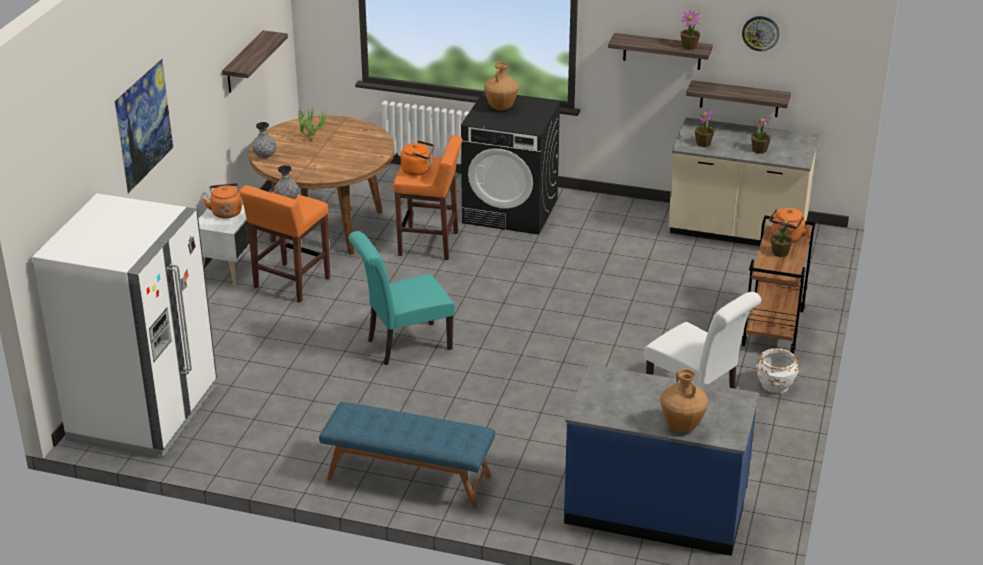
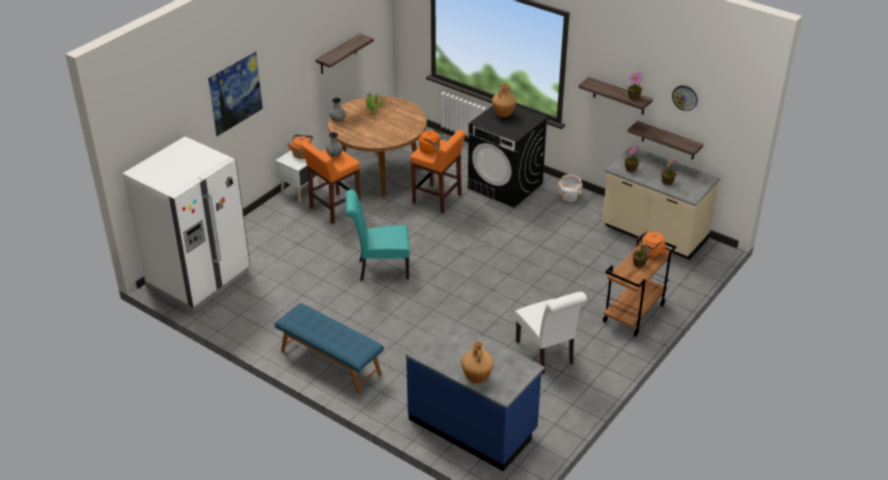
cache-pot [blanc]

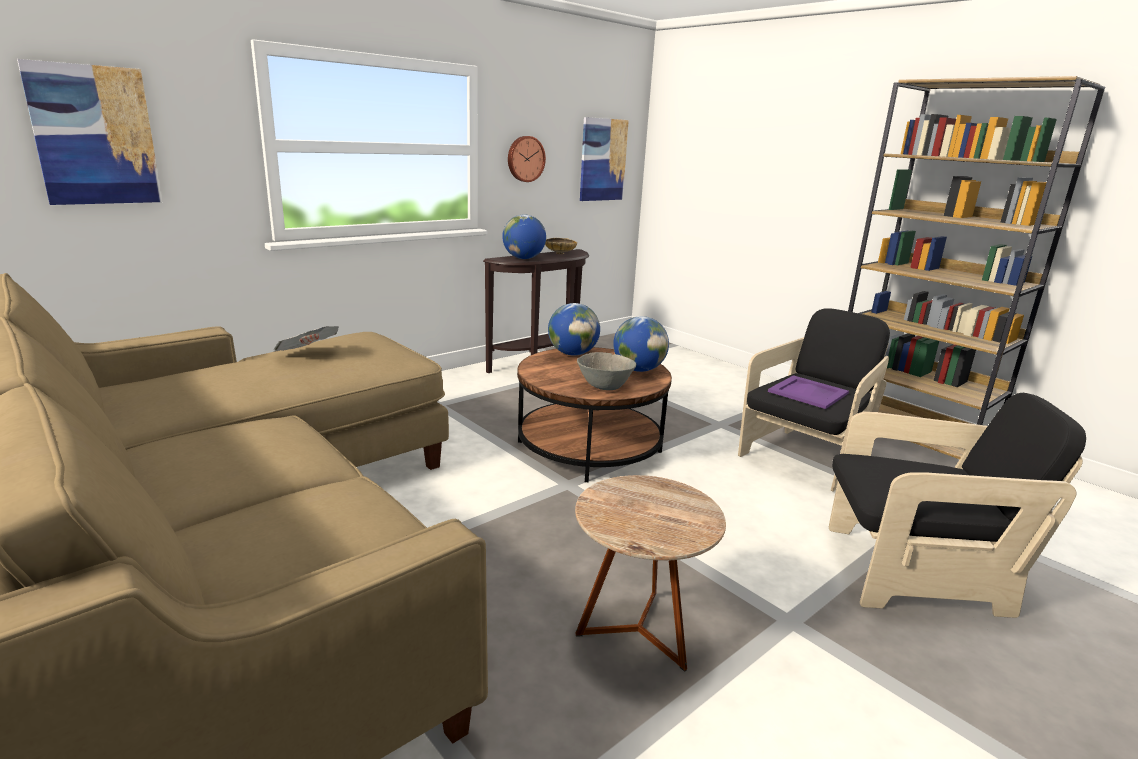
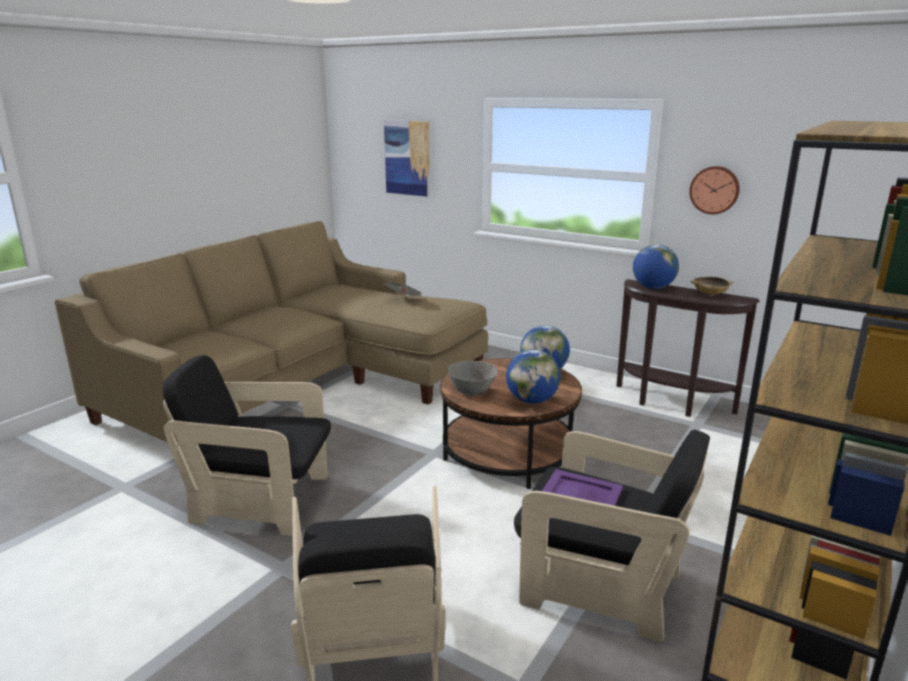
fauteuil [noir] (no. 1 from left)
tableau (no. 2 from left in the first image)

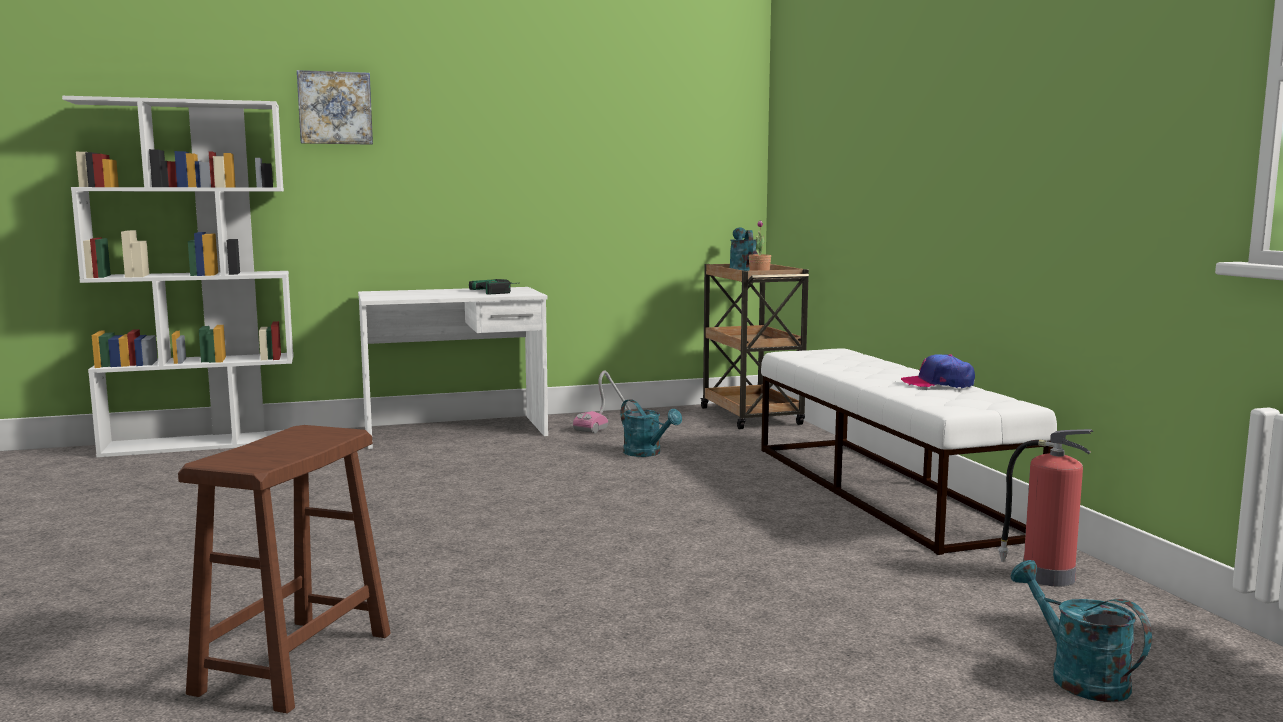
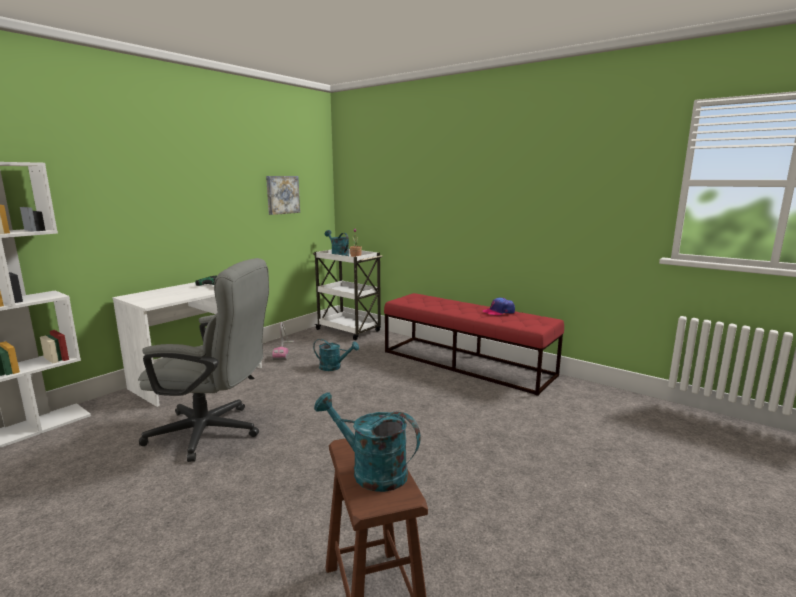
tableau
chariot [blanc]
banc [rouge]
extincteur
arrosoir [turquoise] (no. 3 from left)
chaise de bureau [gris]

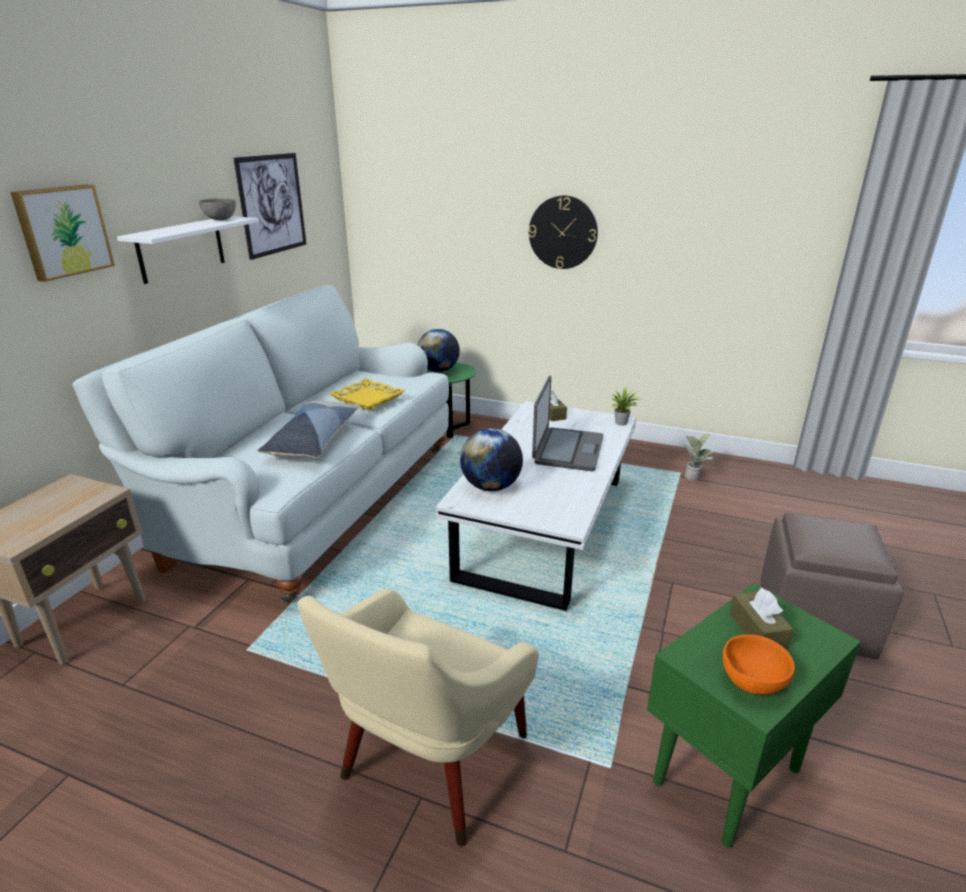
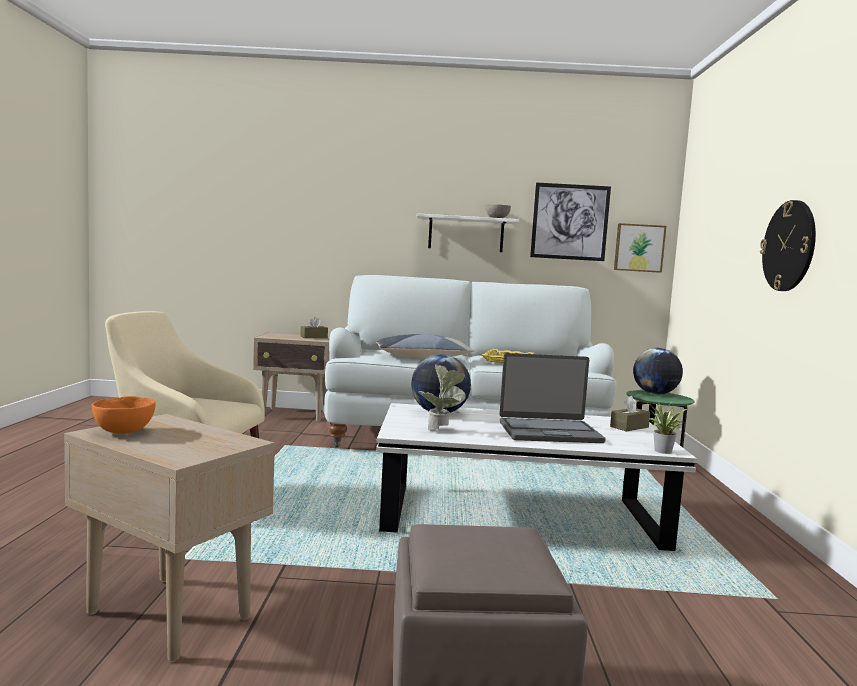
tableau (no. 2 from left)
table d'appoint [beige] (no. 1 from left)
plante en pot (no. 1 from left)
boîte à mouchoirs [marron] (no. 1 from left)

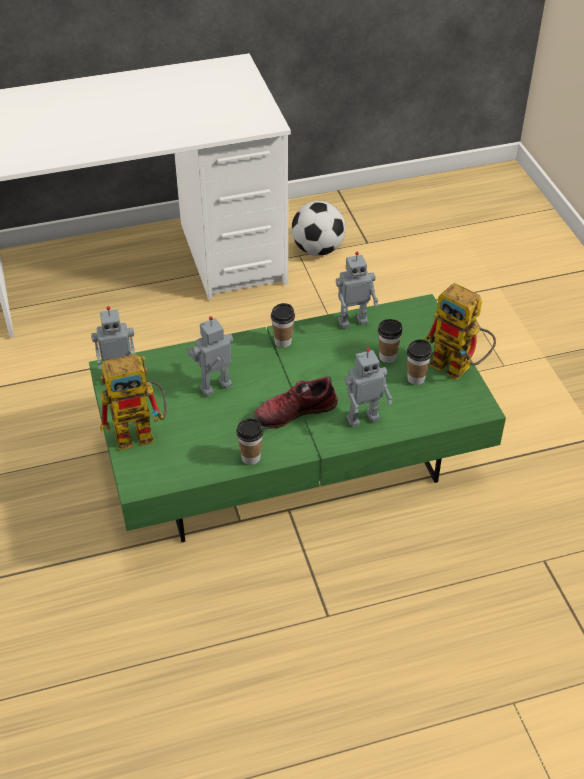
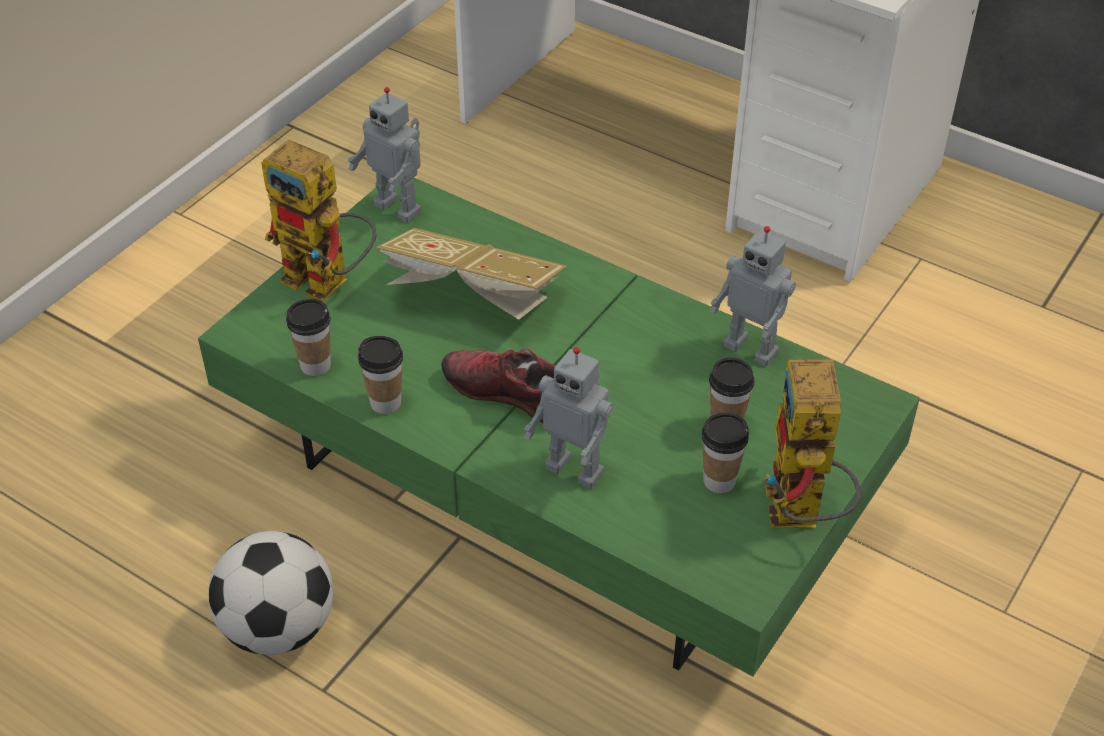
livre
tasse (no. 1 from left)
ballon de foot

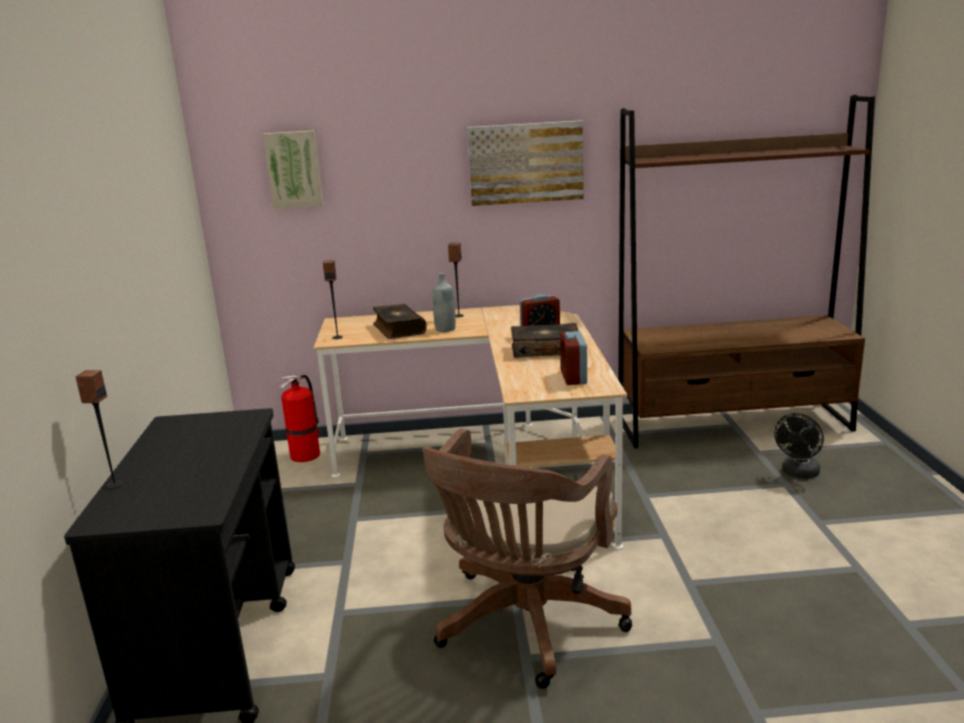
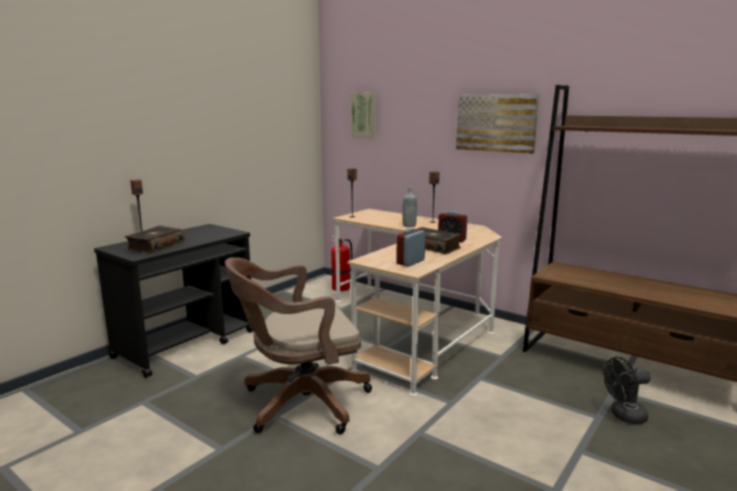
livre (no. 1 from left)

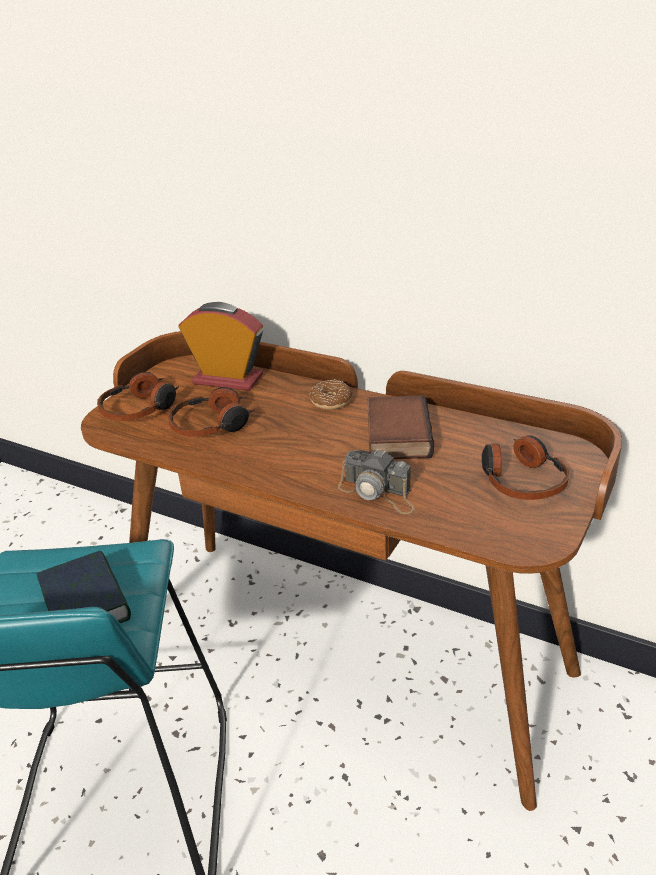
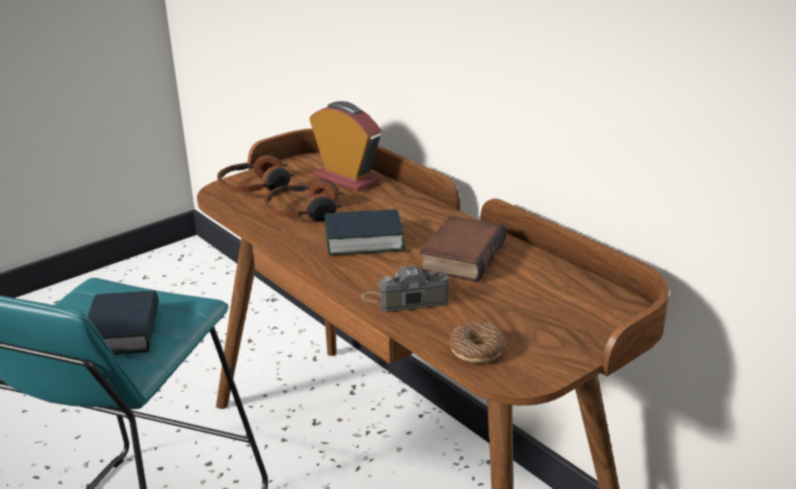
beignet
appareil photo
casque audio (no. 3 from left in the first image)
livre (no. 2 from left)

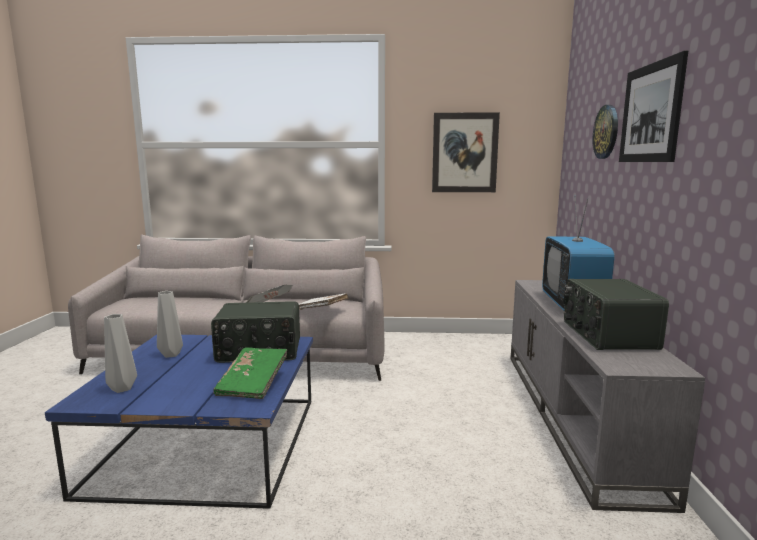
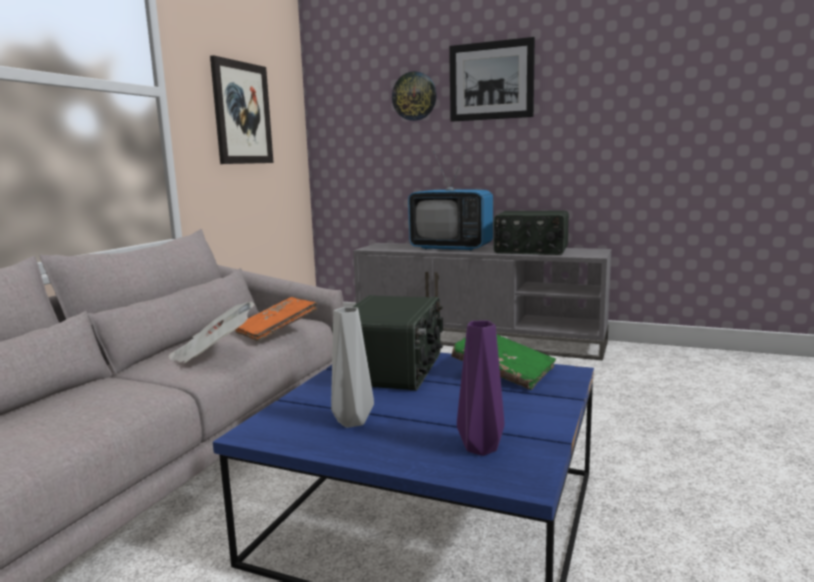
vase [violet]
livre [orange]

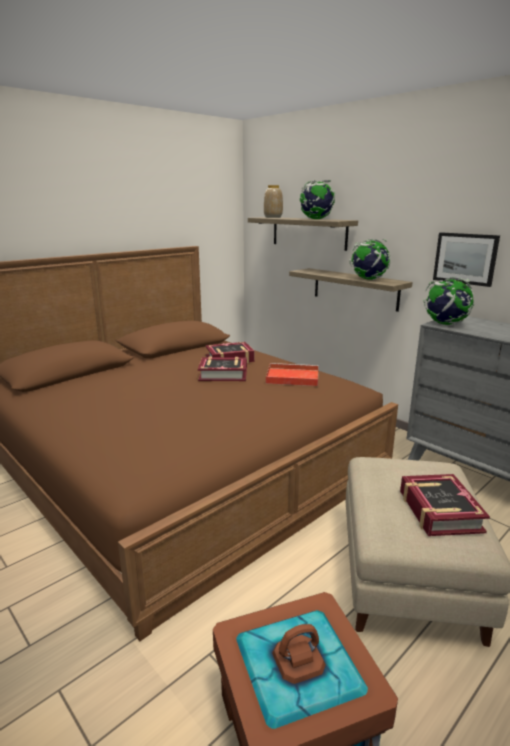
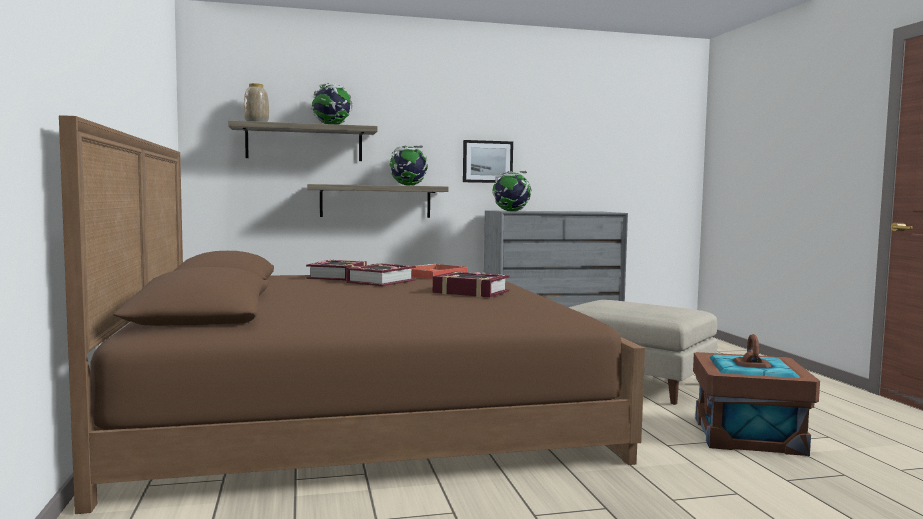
livre (no. 3 from left)

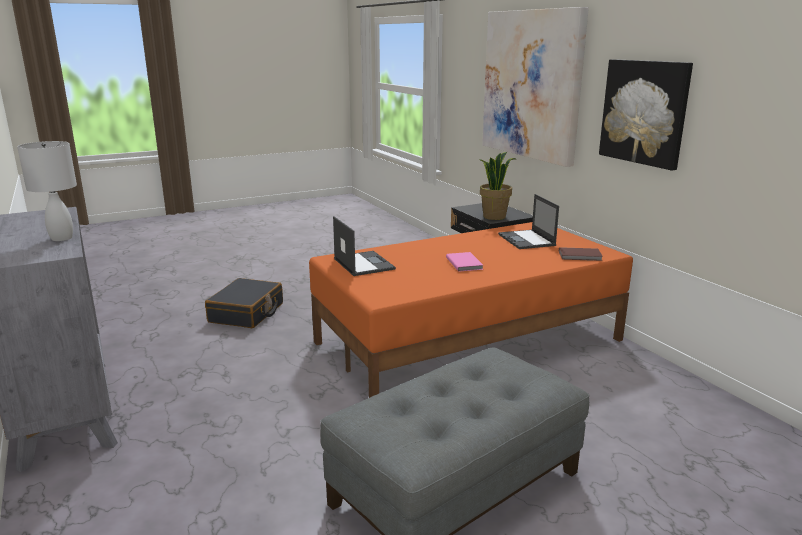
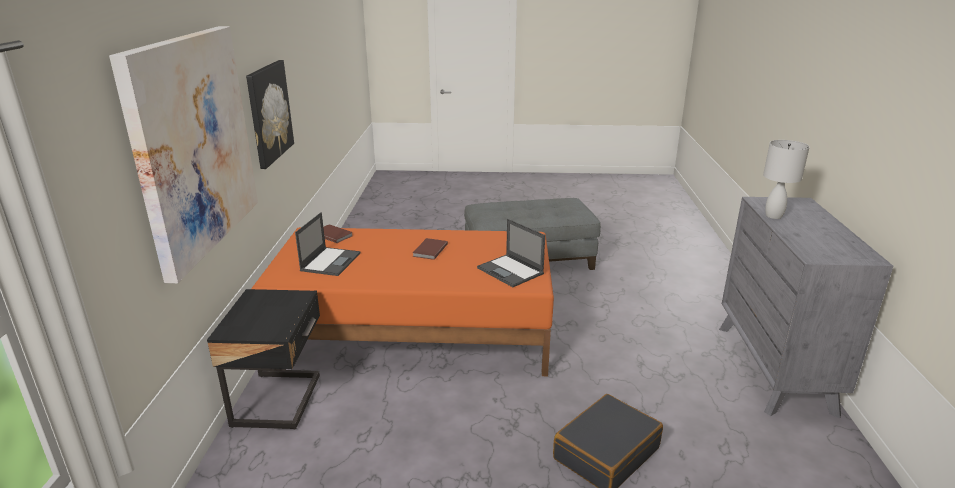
ordinateur portable (no. 2 from left)
livre [marron] (no. 2 from left)
plante en pot

